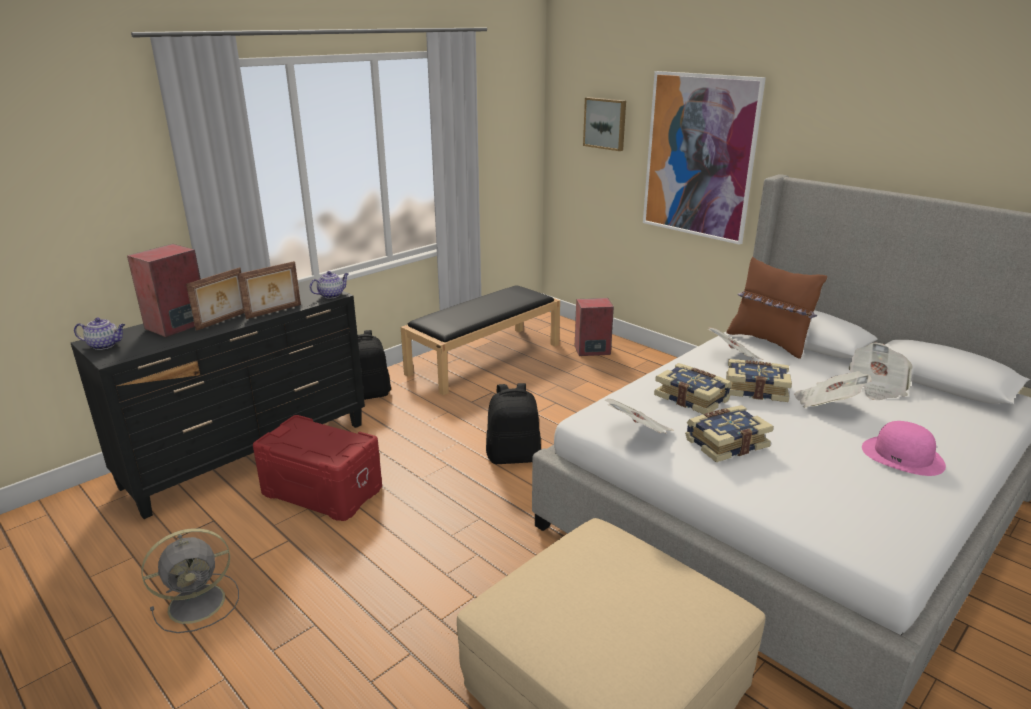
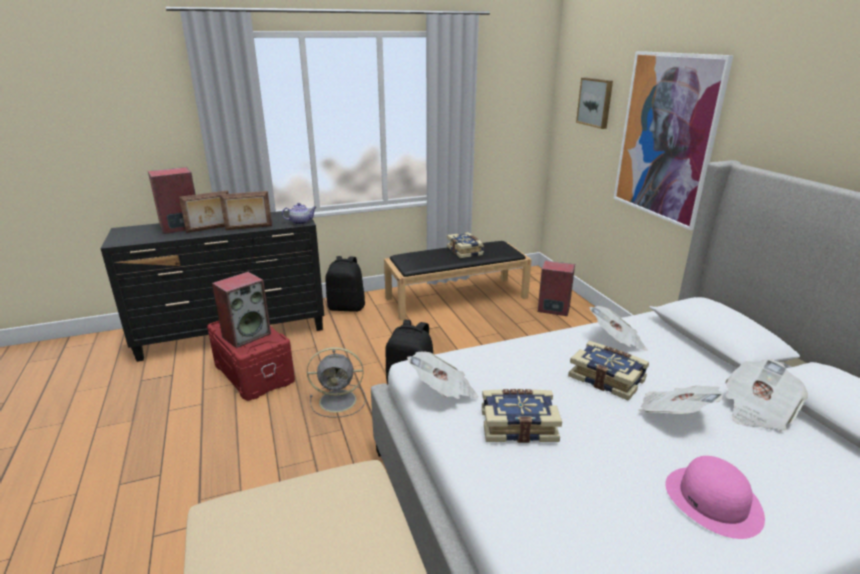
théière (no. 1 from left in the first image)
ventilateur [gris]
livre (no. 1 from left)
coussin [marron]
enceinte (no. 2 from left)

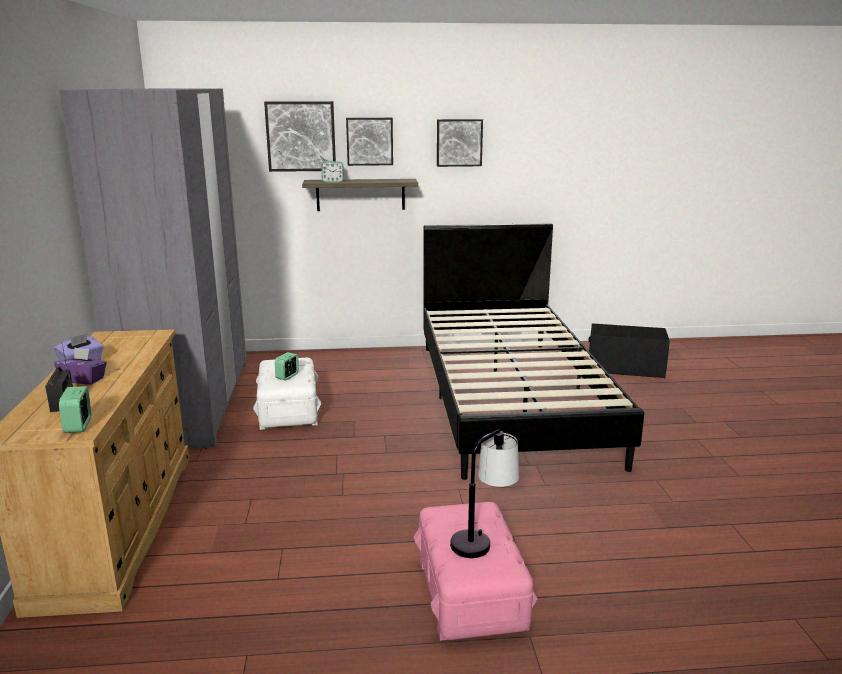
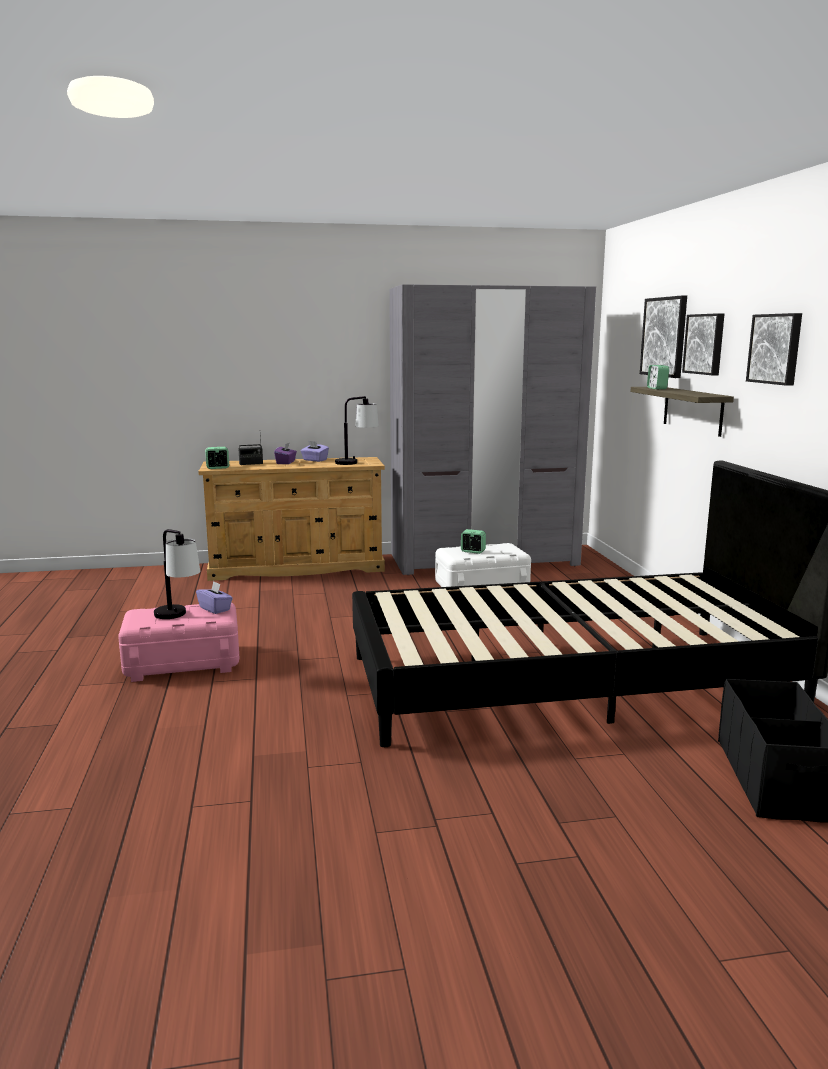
boîte à mouchoirs [violet] (no. 1 from left)
lampe de table (no. 2 from left)

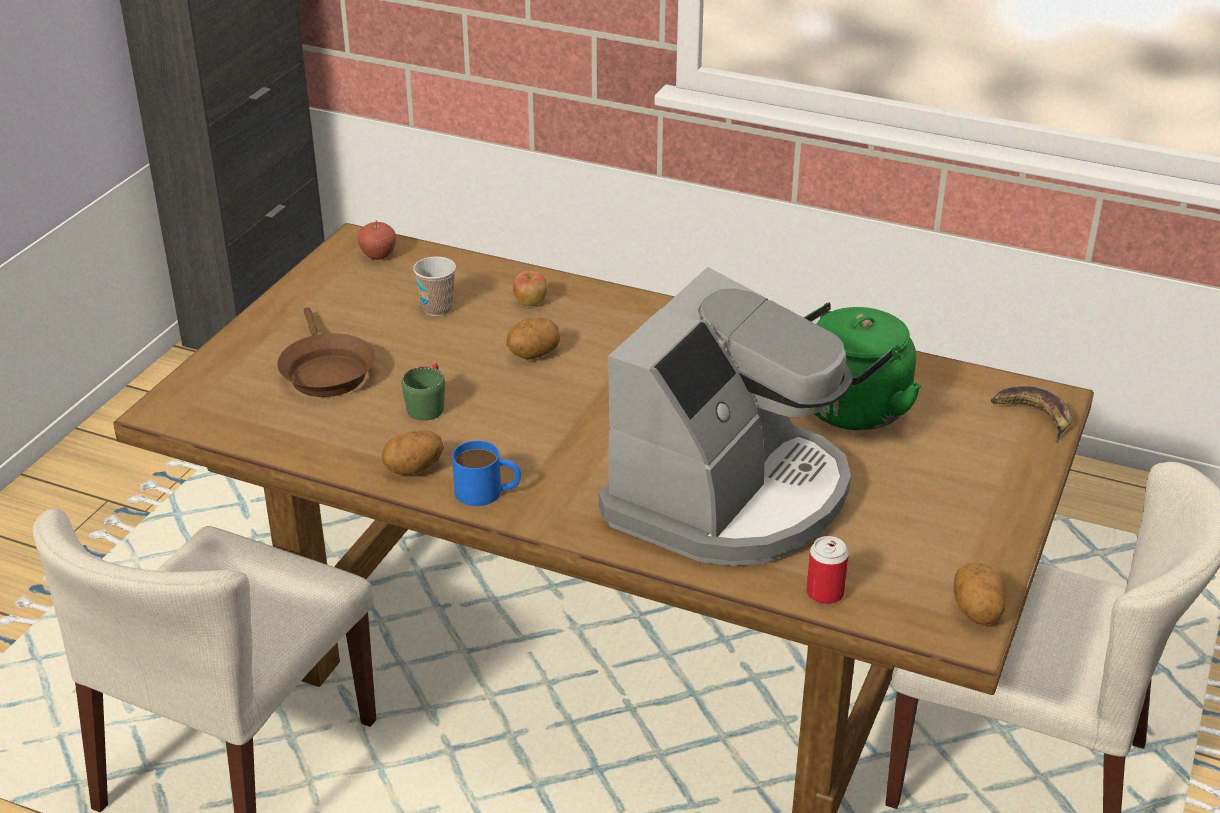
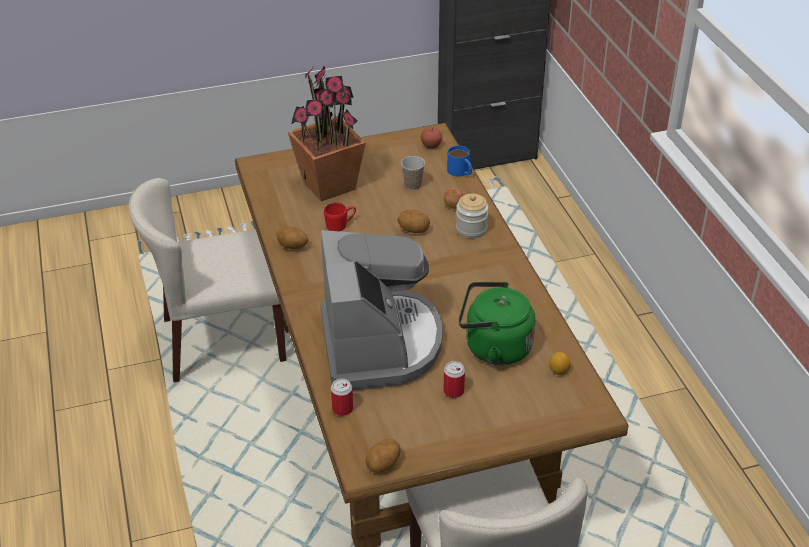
plante en pot
mug [rouge]
mug [bleu]
machine à café
banane
boîte métallique (no. 2 from left)
bocal
citron

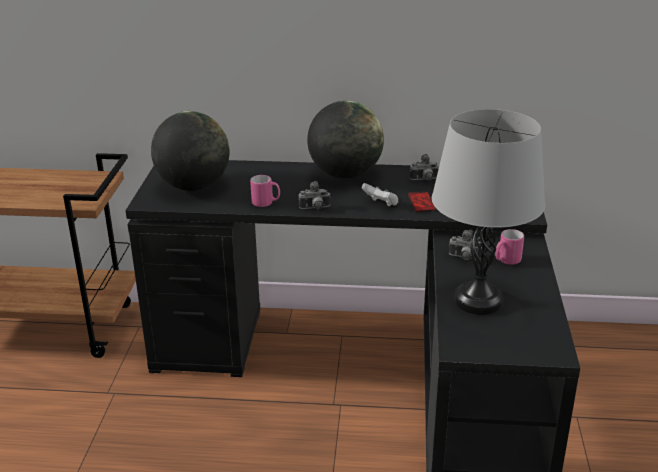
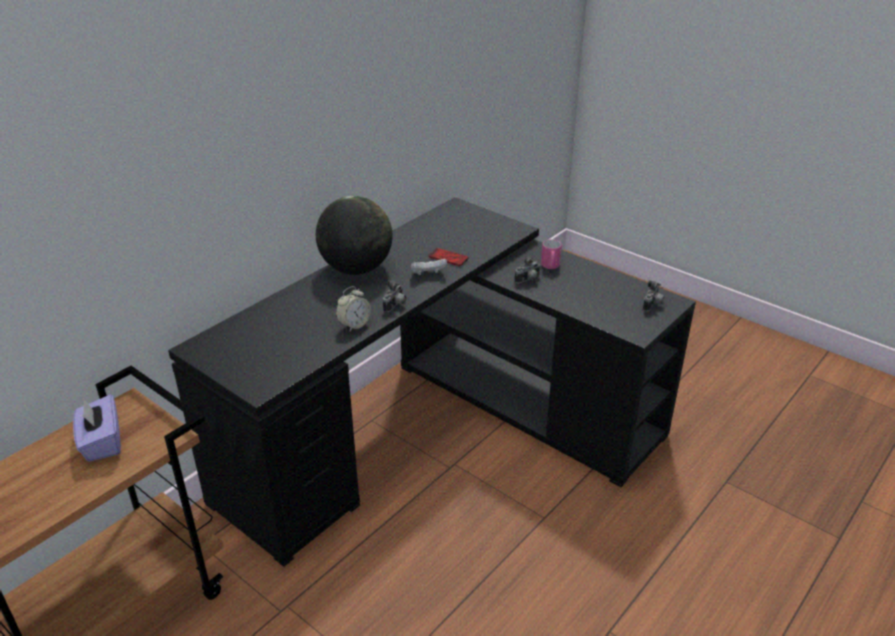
globe (no. 1 from left in the first image)
réveil
appareil photo (no. 3 from left)
lampe de table [gris]
boîte à mouchoirs [violet]

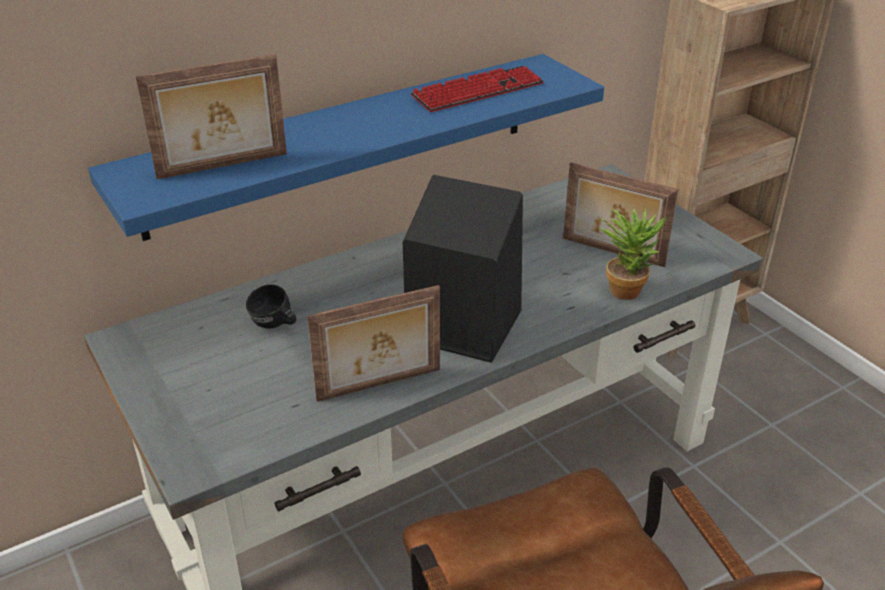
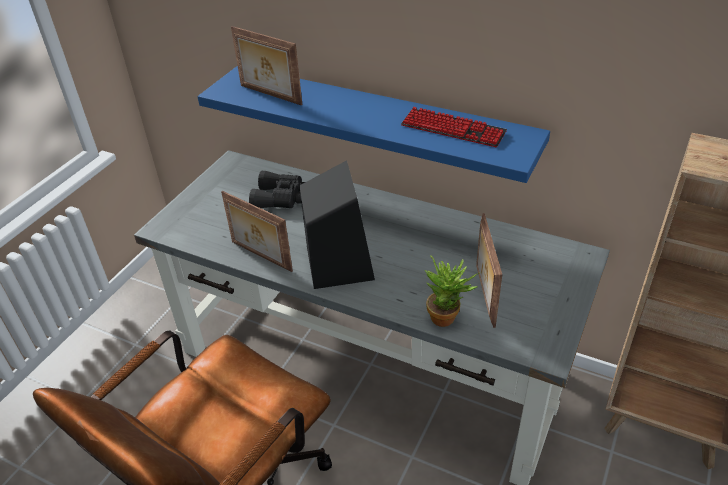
jumelles [noir]

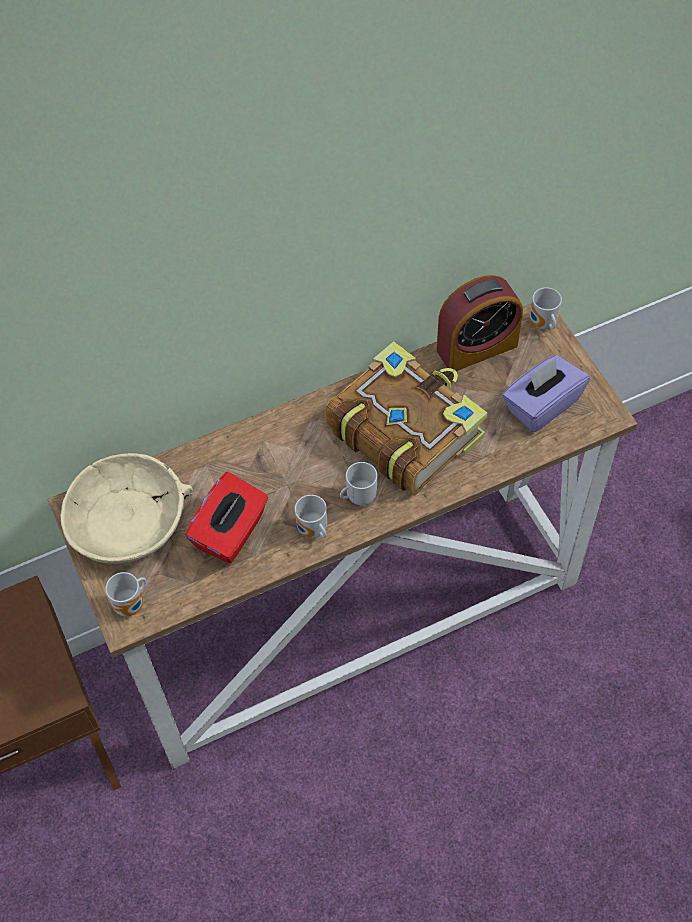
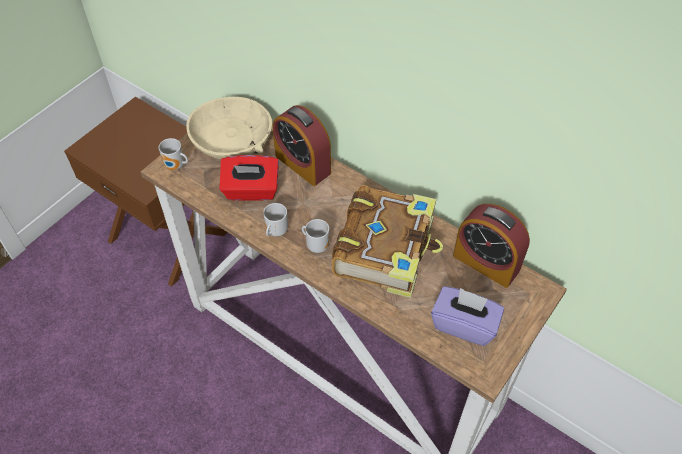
mug (no. 4 from left in the first image)
réveil (no. 1 from left)

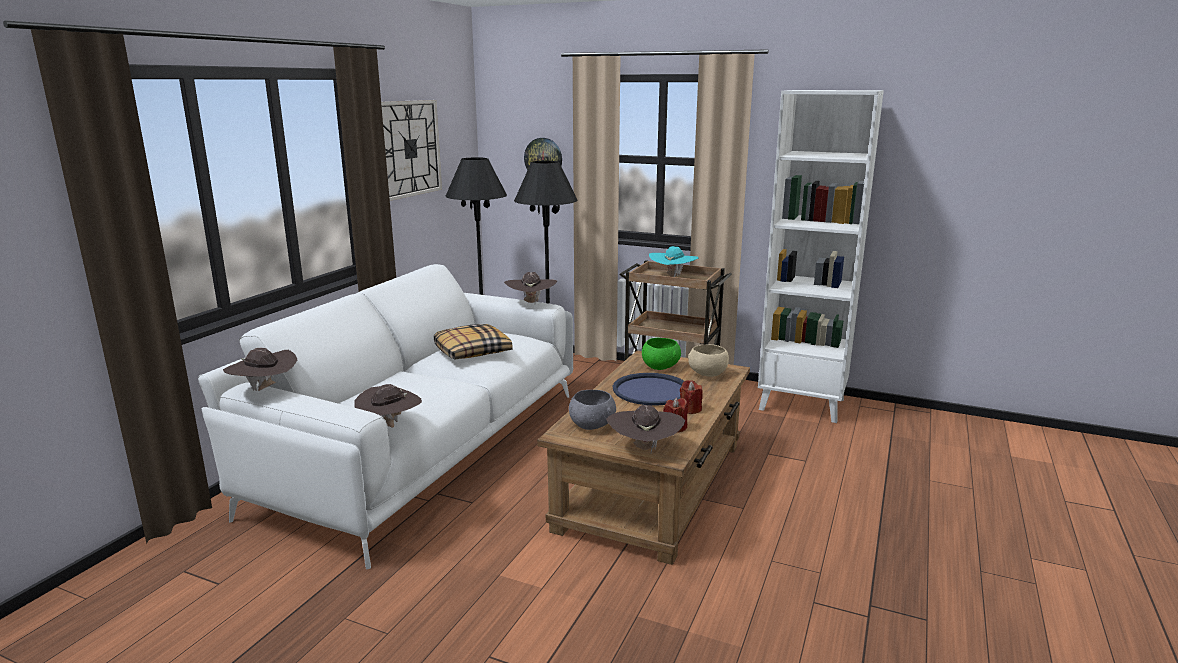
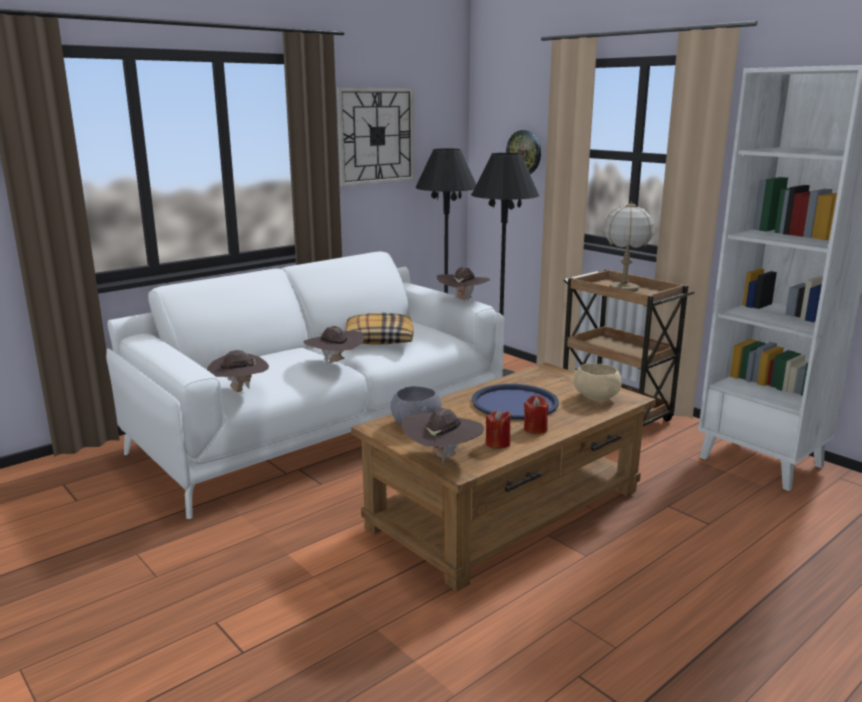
chapeau [marron] (no. 2 from left)
bol [vert]
lampe de table

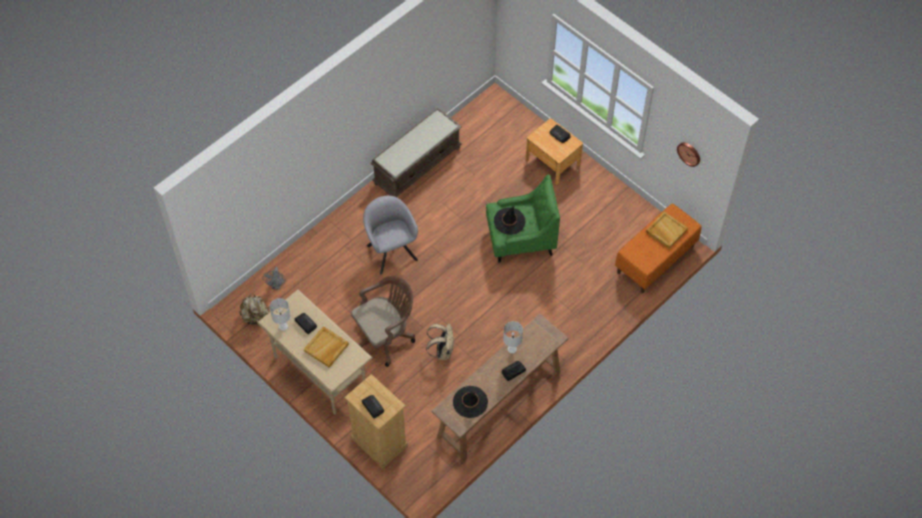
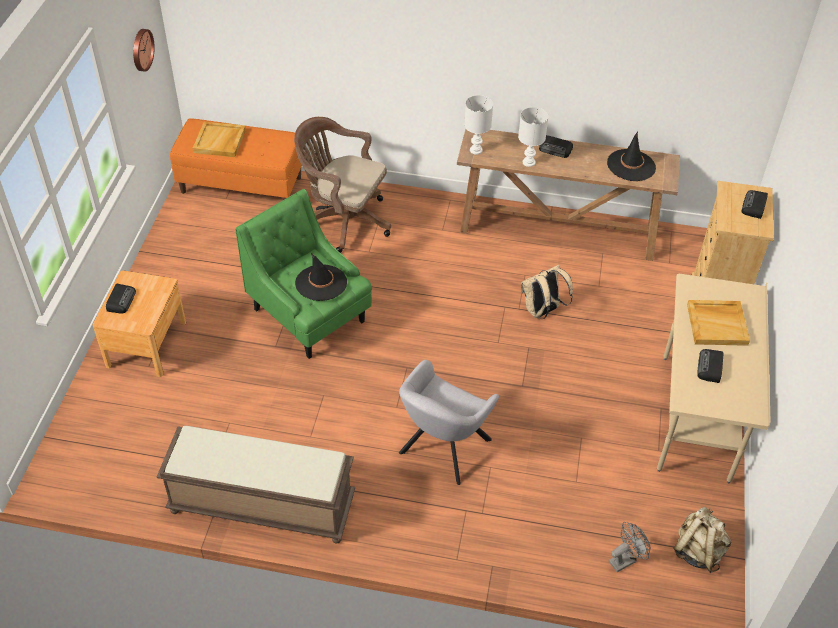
lampe de table [blanc] (no. 1 from left)
chaise de bureau [marron]

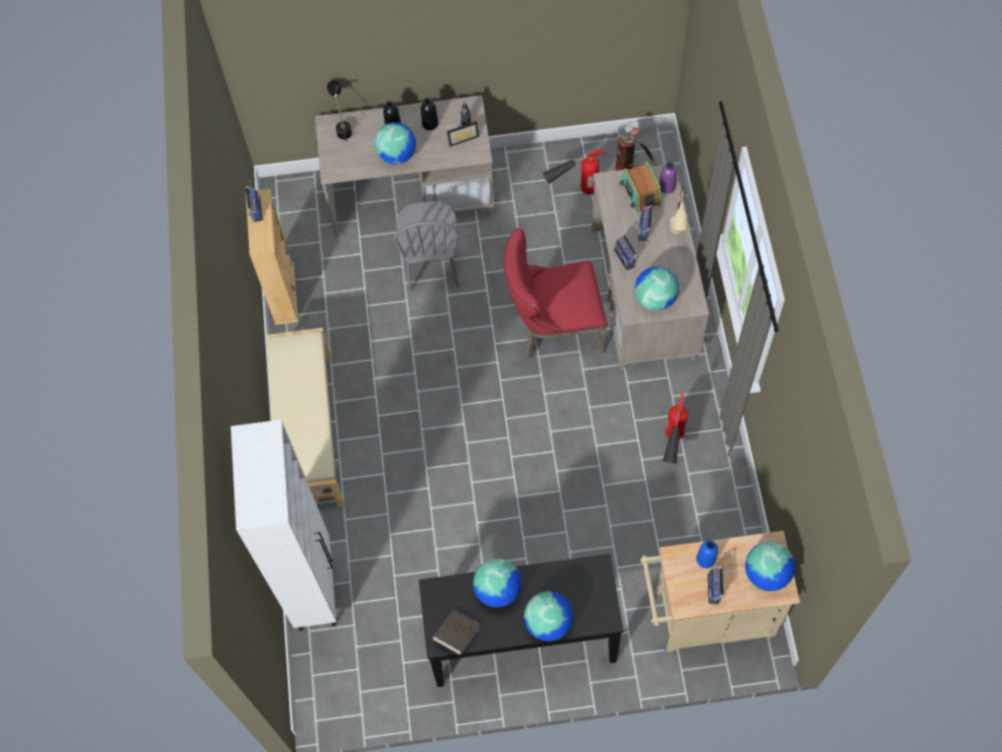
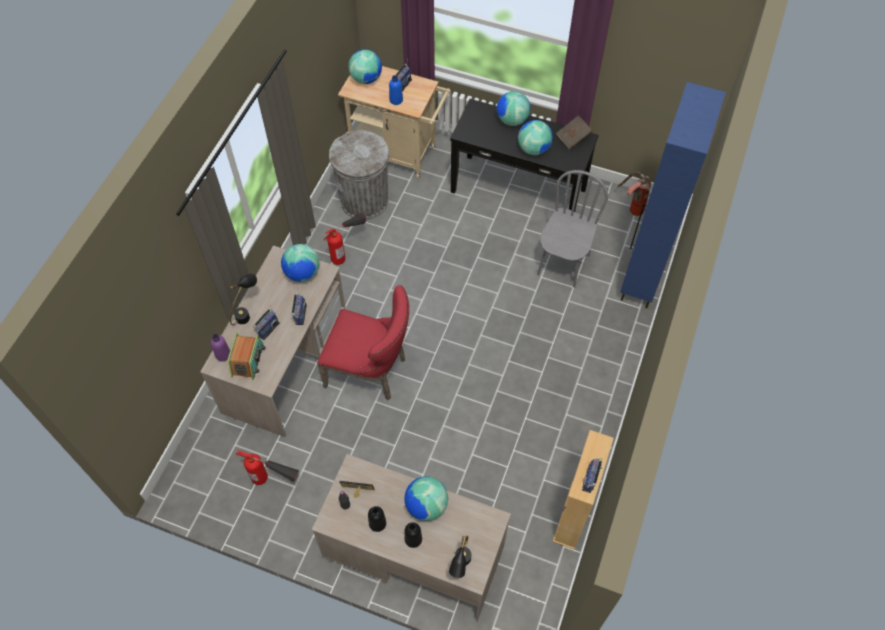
meuble de rangement [bleu]
banc [beige]
chaise [gris]
extincteur (no. 3 from left)
lampe de table [noir] (no. 1 from left)
poubelle [gris]

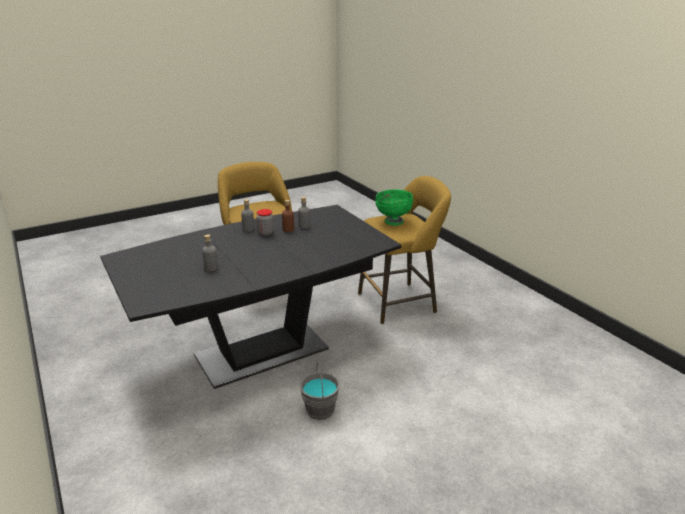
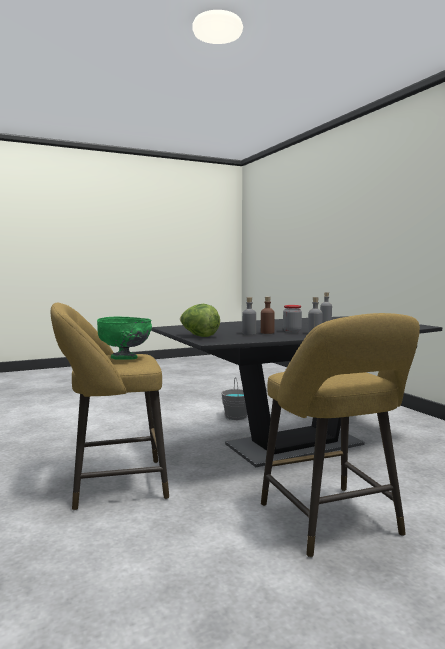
laitue

